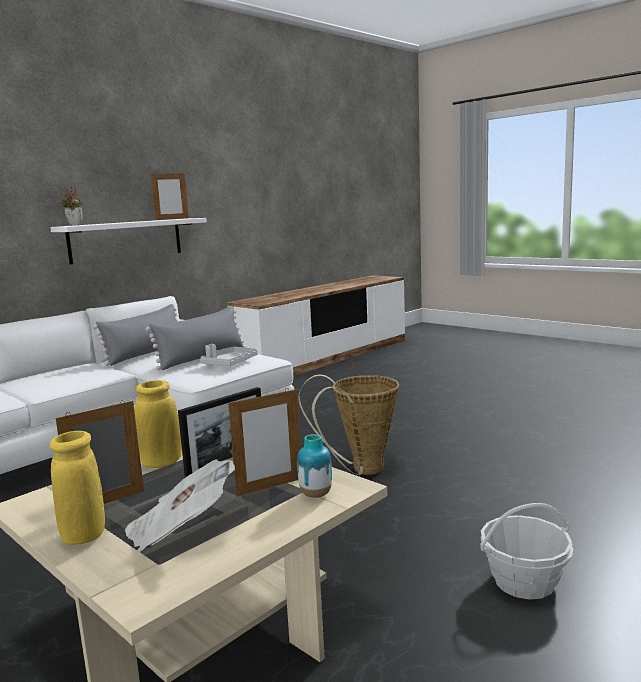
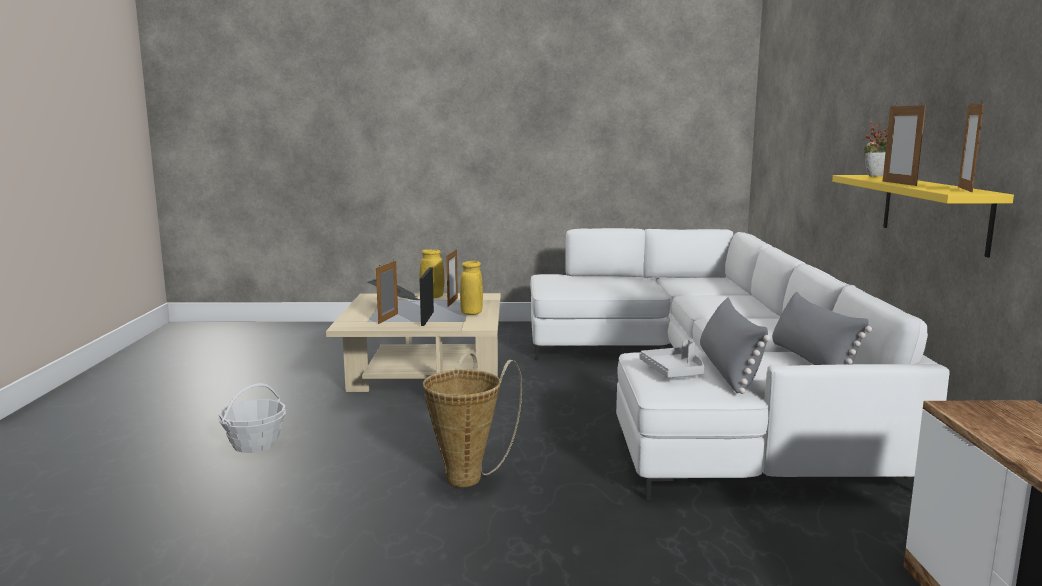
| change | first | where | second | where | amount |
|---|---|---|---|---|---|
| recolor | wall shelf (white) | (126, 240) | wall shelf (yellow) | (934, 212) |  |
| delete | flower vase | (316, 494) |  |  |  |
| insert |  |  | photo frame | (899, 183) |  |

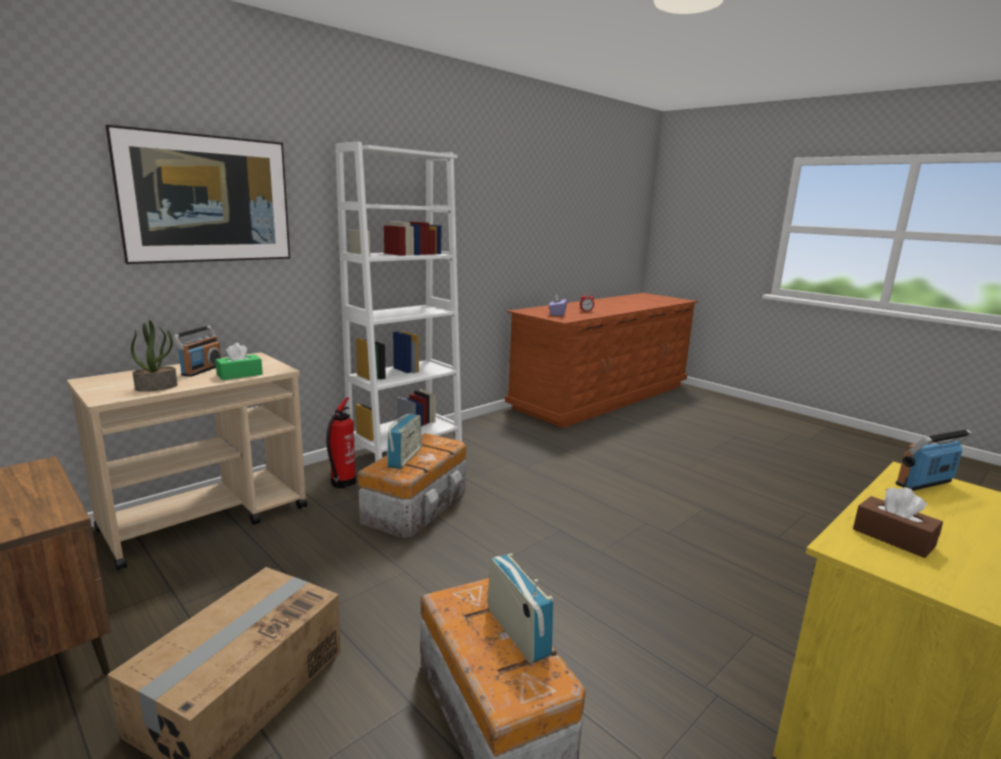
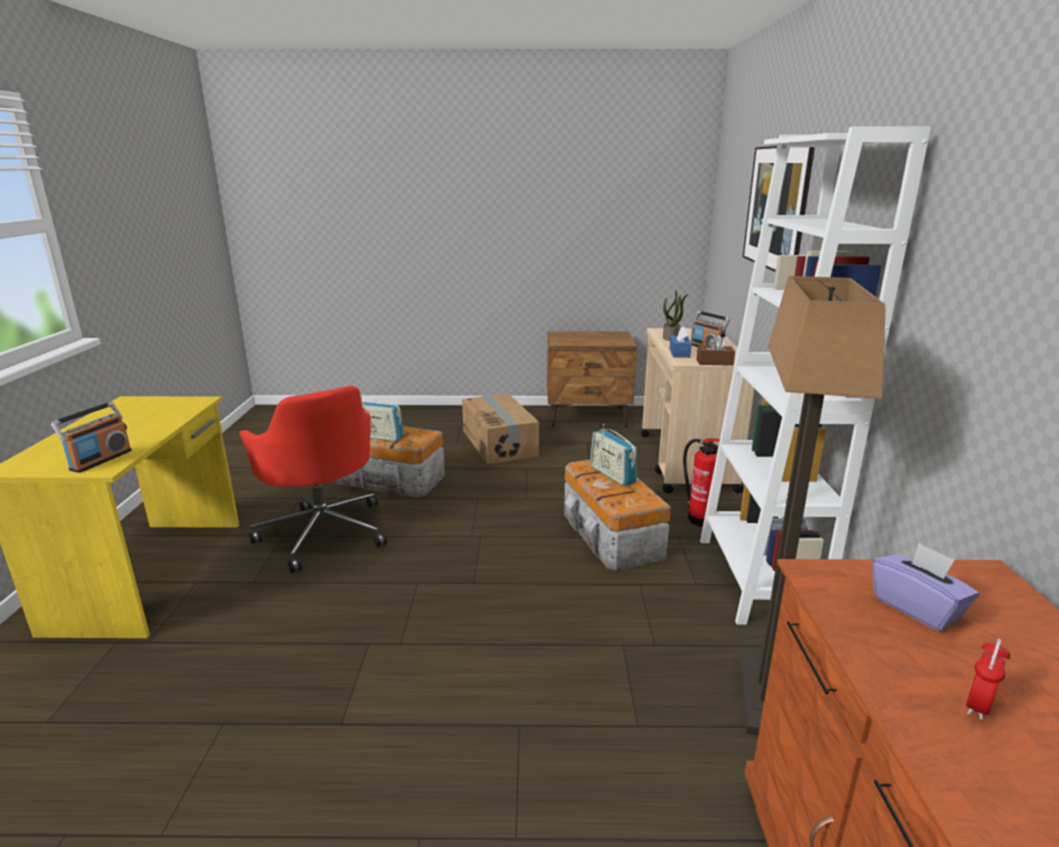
| change | first | where | second | where | amount |
|---|---|---|---|---|---|
| recolor | tissue box (greenish) | (240, 375) | tissue box (bluish) | (679, 353) |  |
| move | tissue box (brownish) | (893, 537) |  | (714, 362) |  |
| insert |  |  | standing lamp | (763, 698) |  |
| insert |  |  | desk chair (reddish) | (323, 532) |  |

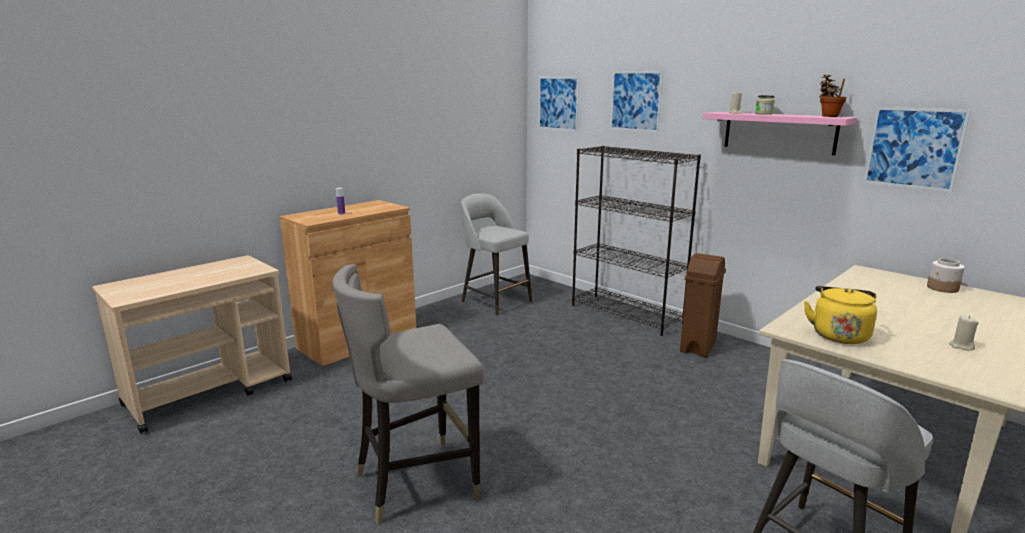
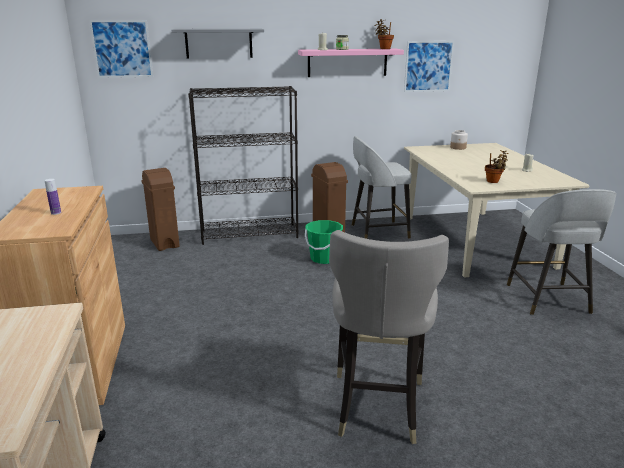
| change | first | where | second | where | amount |
|---|---|---|---|---|---|
| replace | wall art | (635, 101) | wall shelf (gray) | (219, 43) |  |
| move | stool seat (gray) | (495, 301) |  | (377, 231) |  |
| replace | tea kettle (yellow) | (838, 335) | houseplant | (493, 181) |  |
| insert |  |  | rubbish bin (brownish) | (165, 243) |  |
| insert |  |  | pail (greenish) | (323, 258) |  |

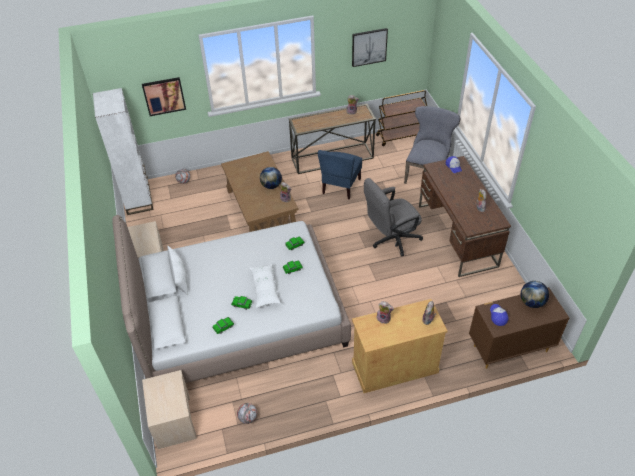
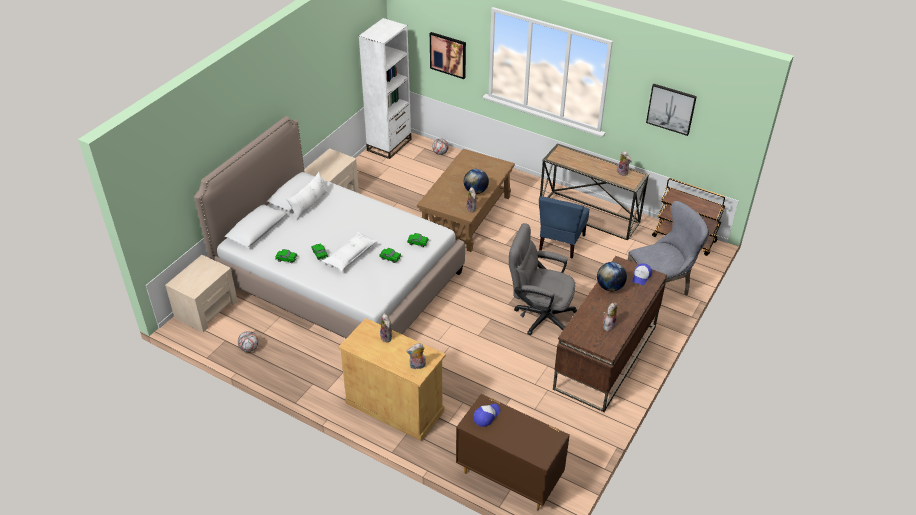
| change | first | where | second | where | amount |
|---|---|---|---|---|---|
| rotate | upright chair (bluish) | (340, 186) |  | (561, 242) | 45 degrees counterclockwise |
| move | world globe | (532, 302) |  | (610, 287) |  |

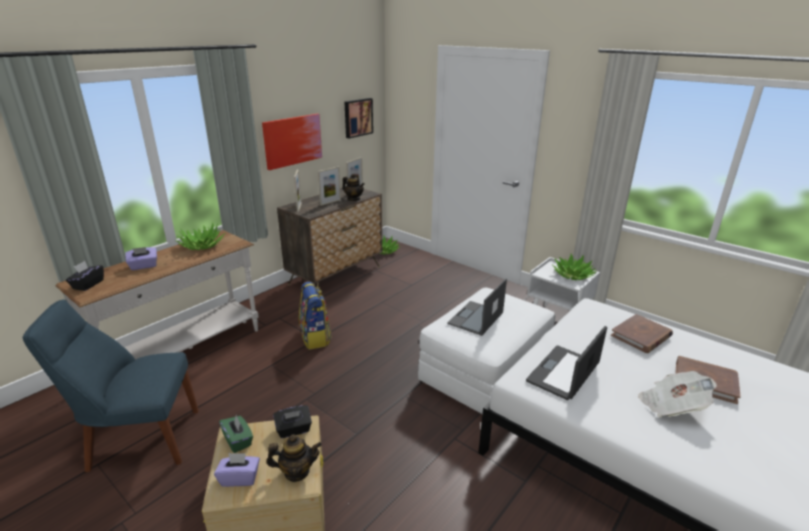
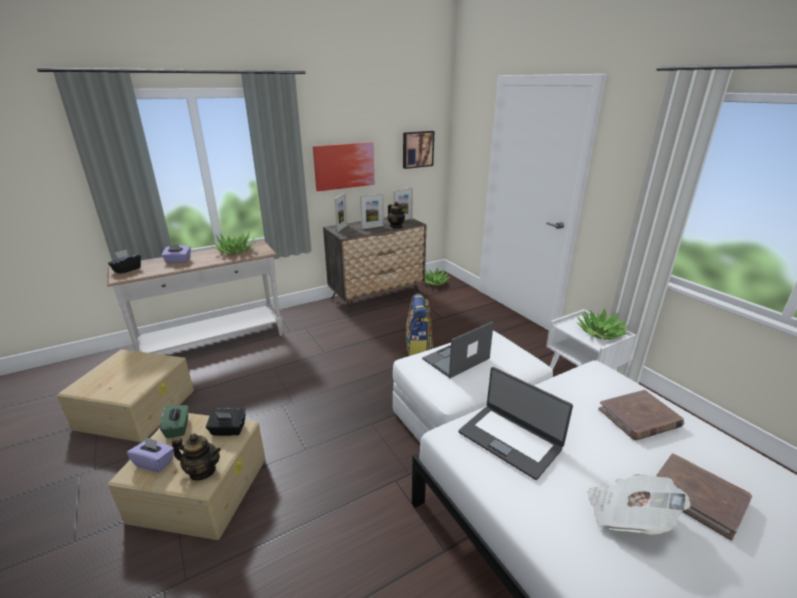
| change | first | where | second | where | amount |
|---|---|---|---|---|---|
| move | knapsack | (316, 338) |  | (418, 347) |  |
| replace | upright chair (bluish) | (139, 440) | storage container (beige) | (137, 408) |  |
| rotate | notebook computer | (564, 373) |  | (510, 439) | 105 degrees counterclockwise |

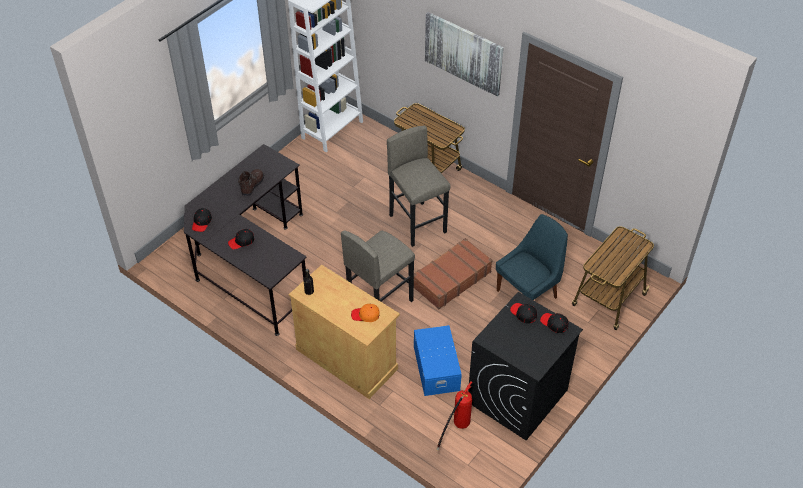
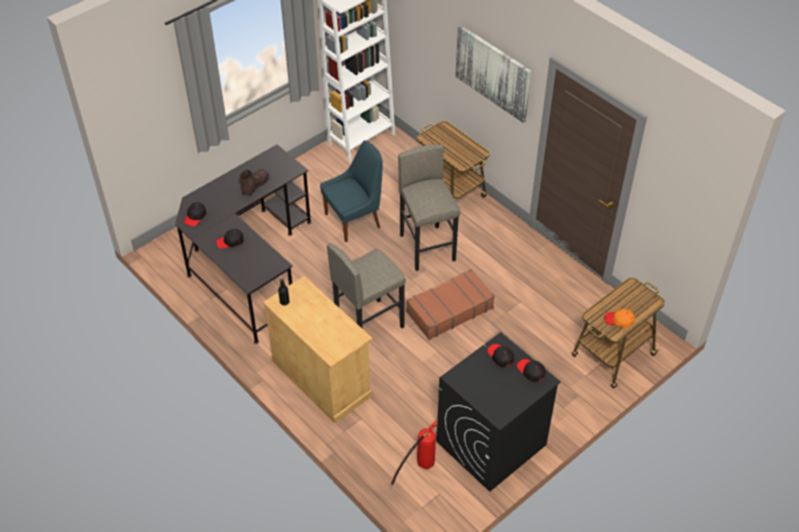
| change | first | where | second | where | amount |
|---|---|---|---|---|---|
| move | upright chair (bluish) | (528, 293) |  | (354, 220) |  |
| move | baseball cap (orange) | (365, 315) |  | (619, 320) |  |
| delete | storage container (bluish) | (437, 368) |  |  |  |

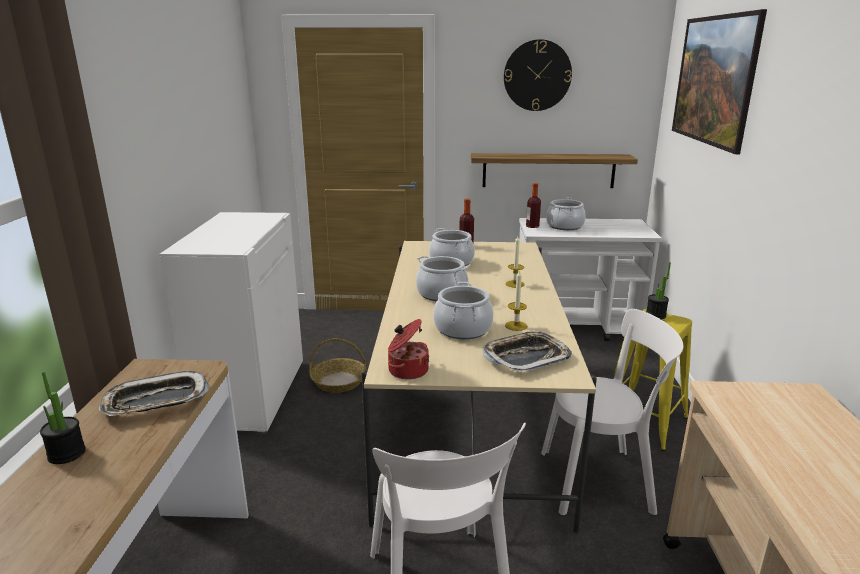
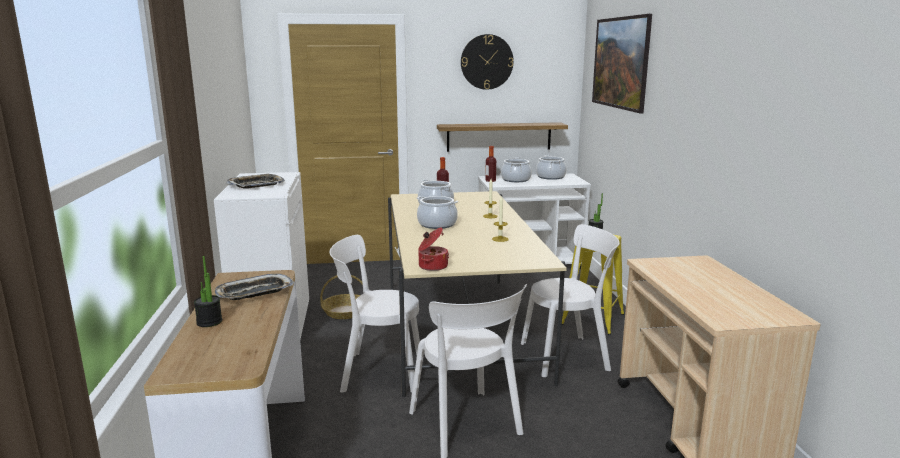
| change | first | where | second | where | amount |
|---|---|---|---|---|---|
| move | saucepot | (462, 329) |  | (550, 177) |  |
| move | serving tray | (526, 357) |  | (256, 185) |  |
| insert |  |  | upright chair (white) | (378, 372) |  |

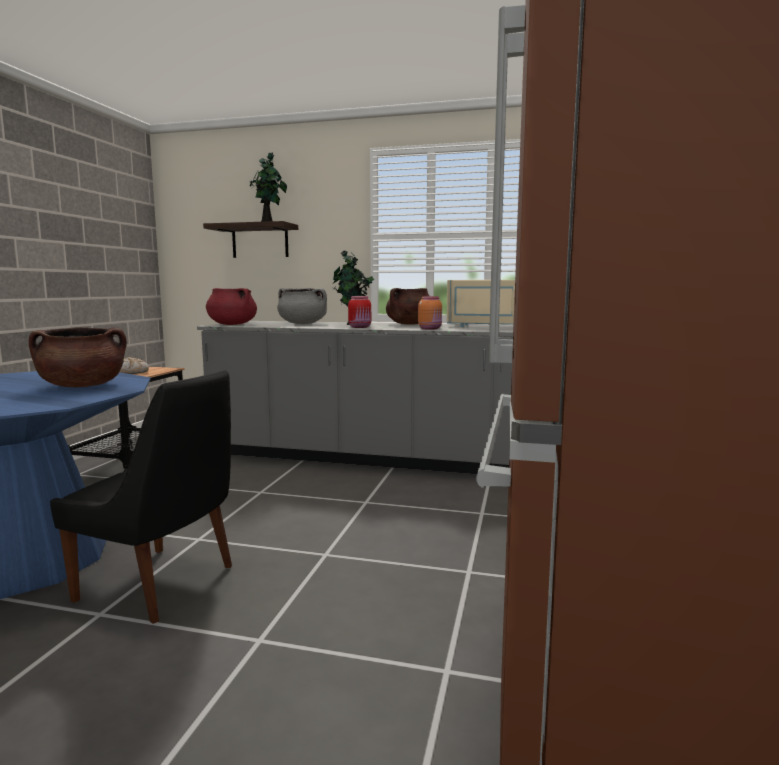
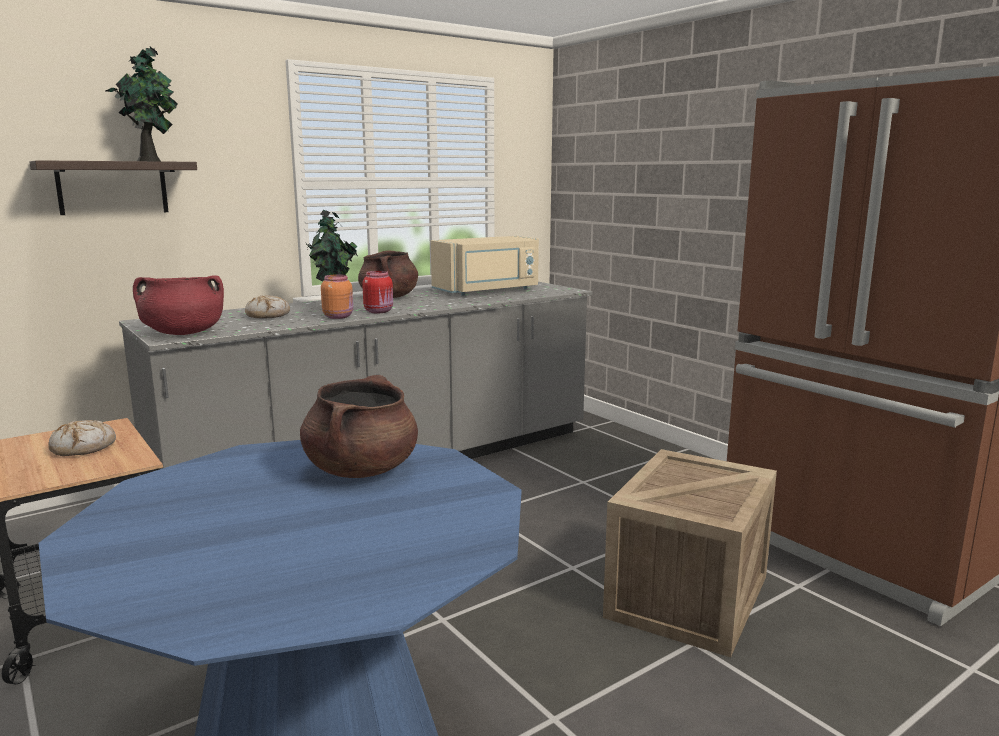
| change | first | where | second | where | amount |
|---|---|---|---|---|---|
| replace | saucepot (gray) | (303, 324) | bread | (268, 315) |  |
| move | jar (orange) | (430, 328) |  | (339, 316) |  |
| delete | upright chair (black-coloured) | (161, 584) |  |  |  |
| insert |  |  | crate | (689, 598) |  |

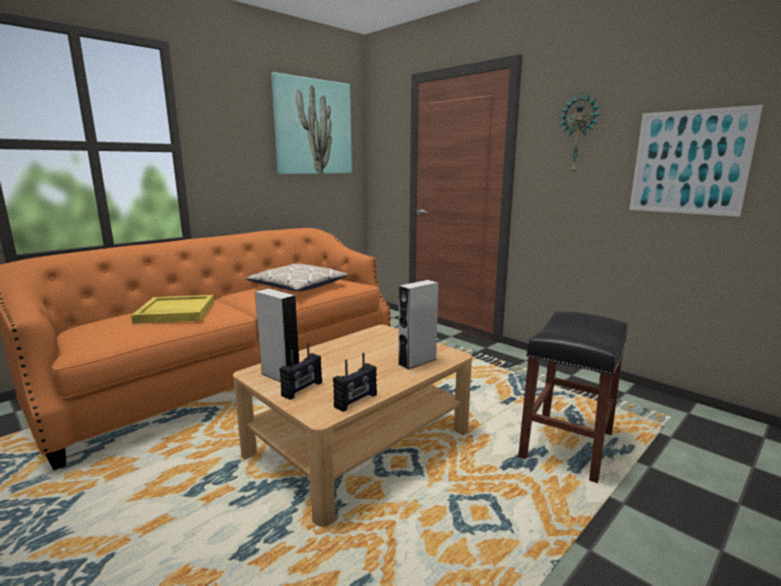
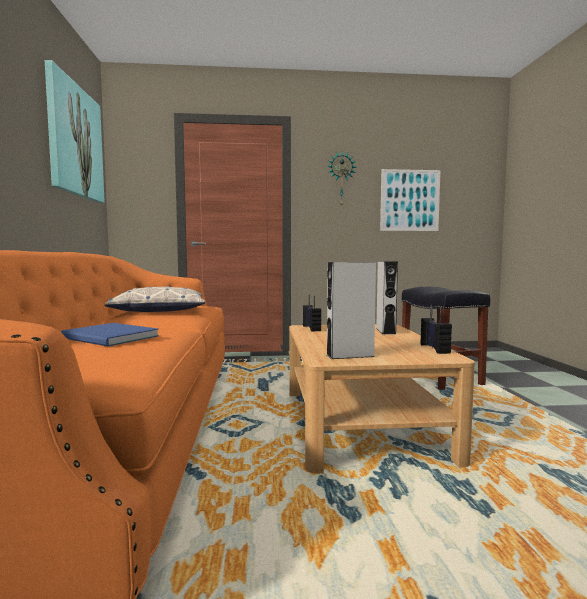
| change | first | where | second | where | amount |
|---|---|---|---|---|---|
| replace | serving tray (yellow) | (175, 312) | book (bluish) | (110, 337) |  |
| move | radio receiver | (302, 389) |  | (312, 328) |  |

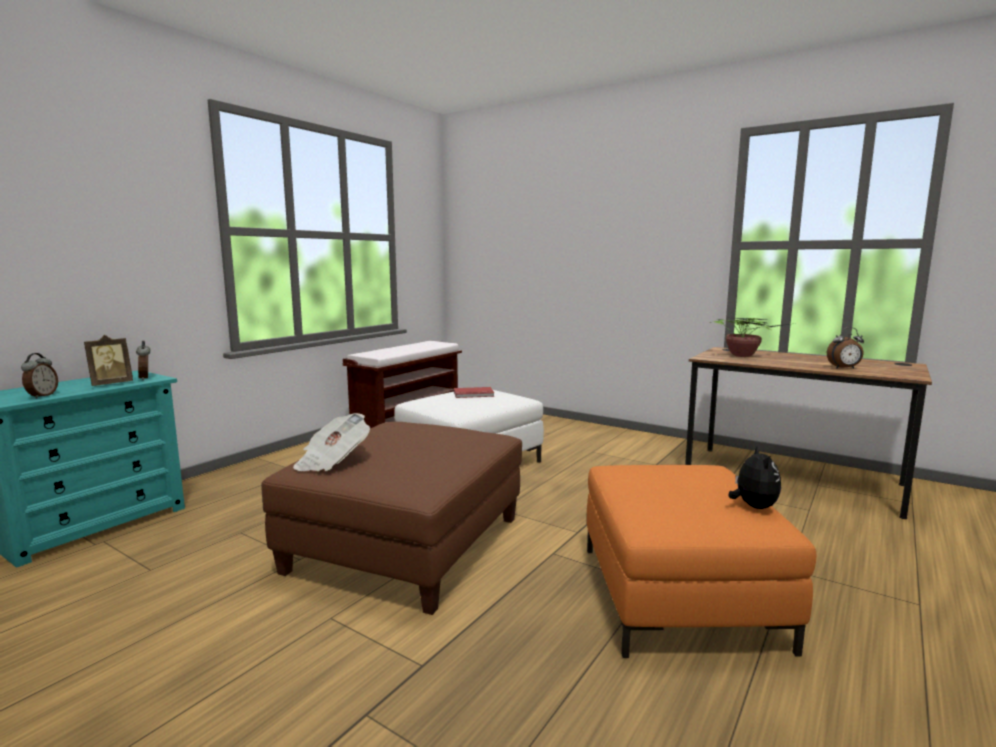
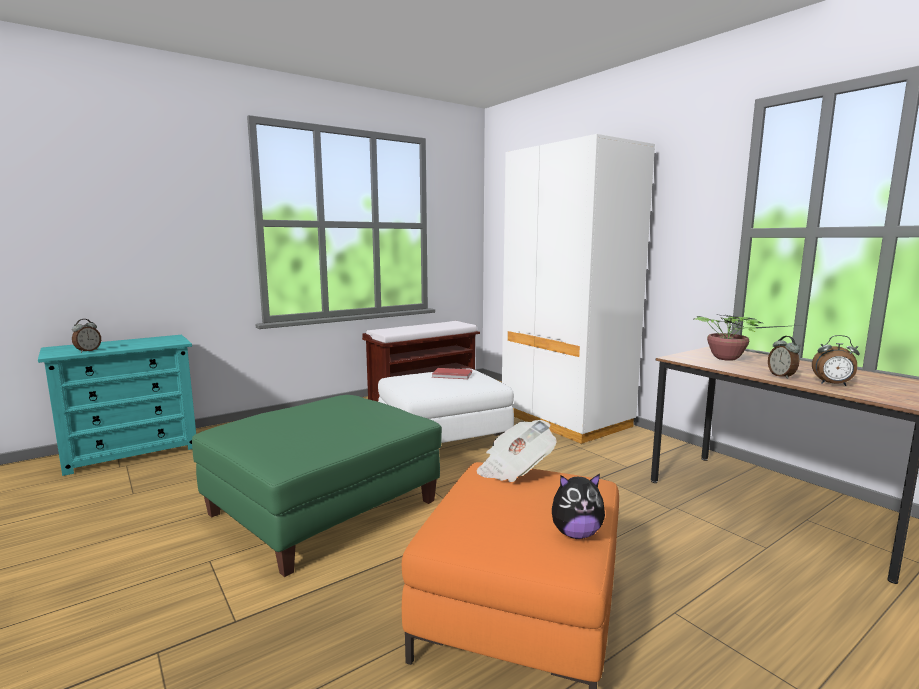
| change | first | where | second | where | amount |
|---|---|---|---|---|---|
| delete | photo frame | (111, 384) |  |  |  |
| move | table clock | (146, 378) |  | (782, 376) |  |
| move | printed paper | (332, 462) |  | (514, 469) |  |
| recolor | pouffe (brownish) | (406, 543) | pouffe (greenish) | (324, 507) |  |
| rotate | cuddly toy | (753, 506) |  | (575, 534) | 60 degrees clockwise |
| insert |  |  | armoire (white) | (565, 420) |  |

